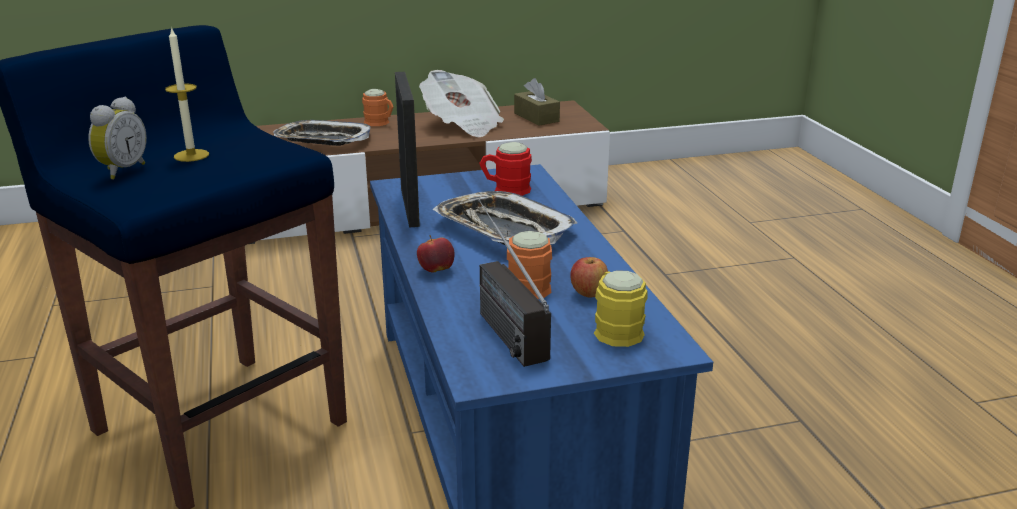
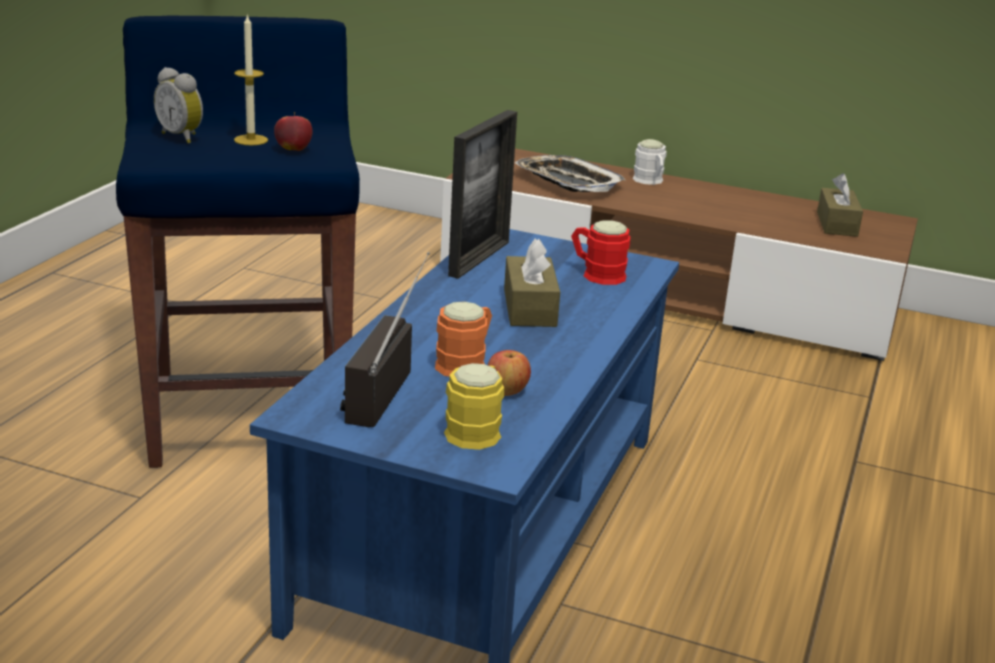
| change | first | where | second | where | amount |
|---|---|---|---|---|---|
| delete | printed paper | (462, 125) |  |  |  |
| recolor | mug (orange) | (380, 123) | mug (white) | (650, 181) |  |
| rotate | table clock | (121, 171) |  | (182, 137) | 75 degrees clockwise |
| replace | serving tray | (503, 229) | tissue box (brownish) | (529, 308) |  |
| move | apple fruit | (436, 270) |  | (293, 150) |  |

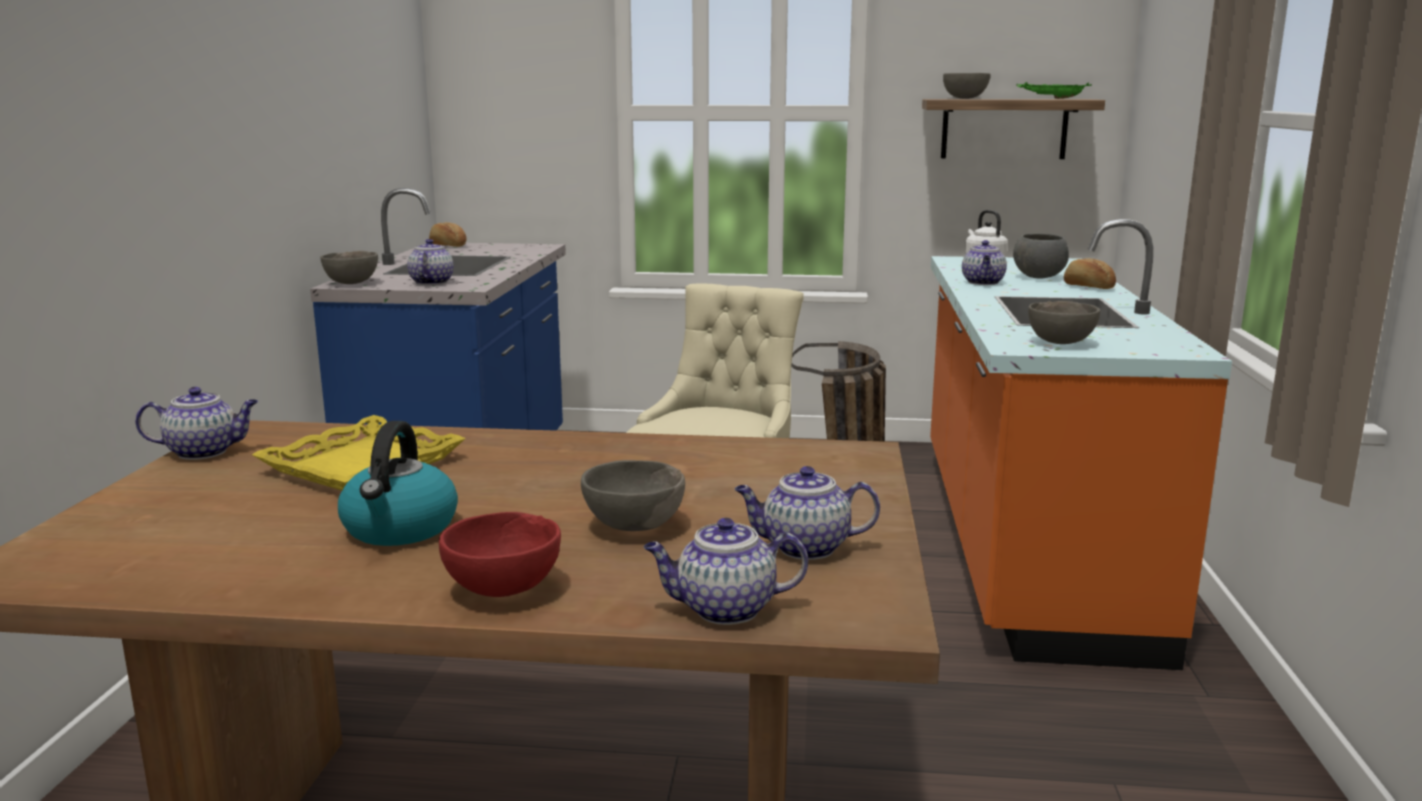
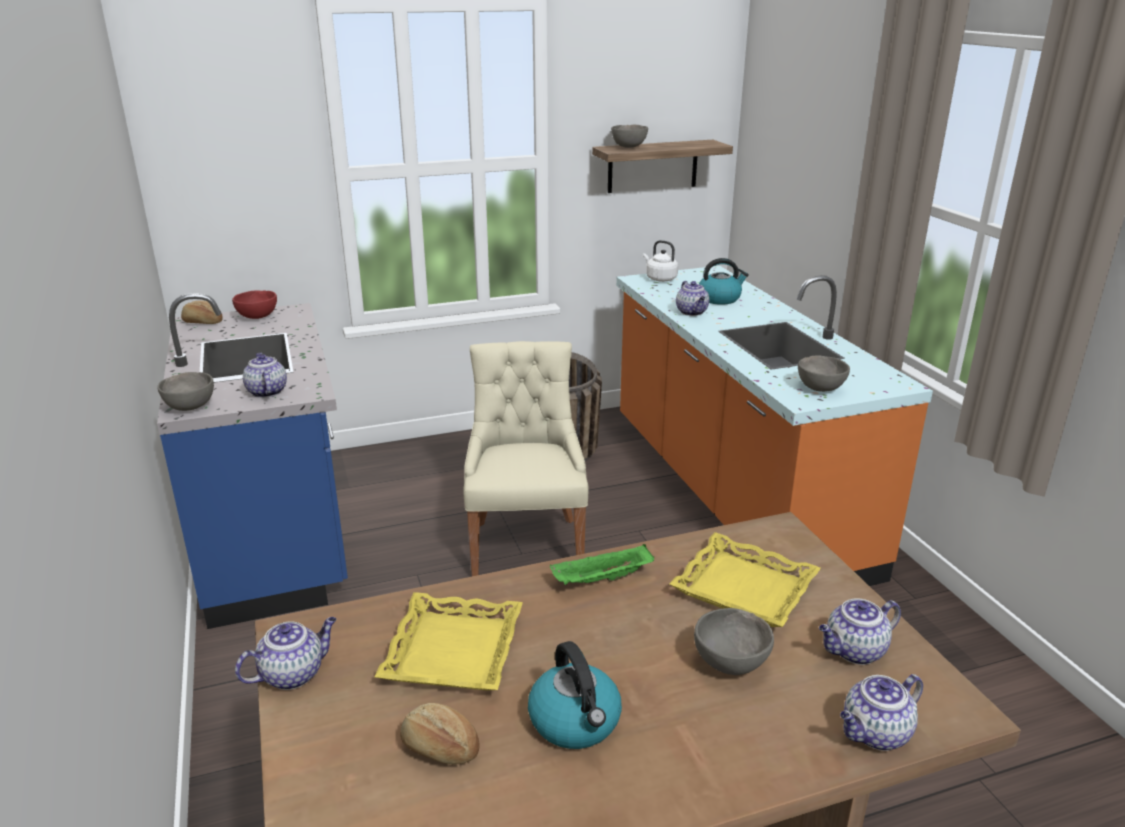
| change | first | where | second | where | amount |
|---|---|---|---|---|---|
| move | serving tray (greenish) | (1052, 98) |  | (601, 580) |  |
| replace | serving bowl (gray) | (1038, 277) | tea kettle | (719, 298) |  |
| move | bread | (1088, 287) |  | (439, 749) |  |
| move | serving bowl (reddish) | (505, 590) |  | (258, 317) |  |
| insert |  |  | serving tray (yellow) | (743, 589) |  |

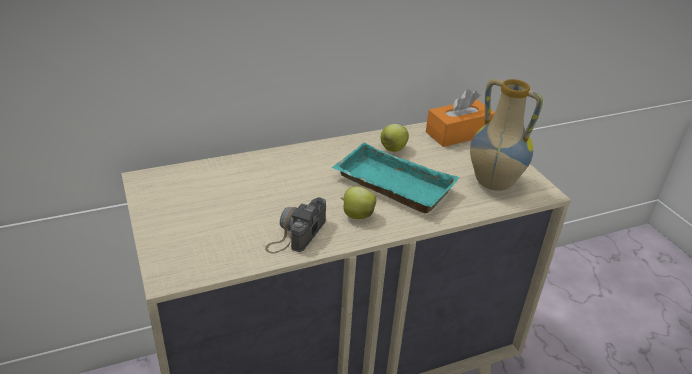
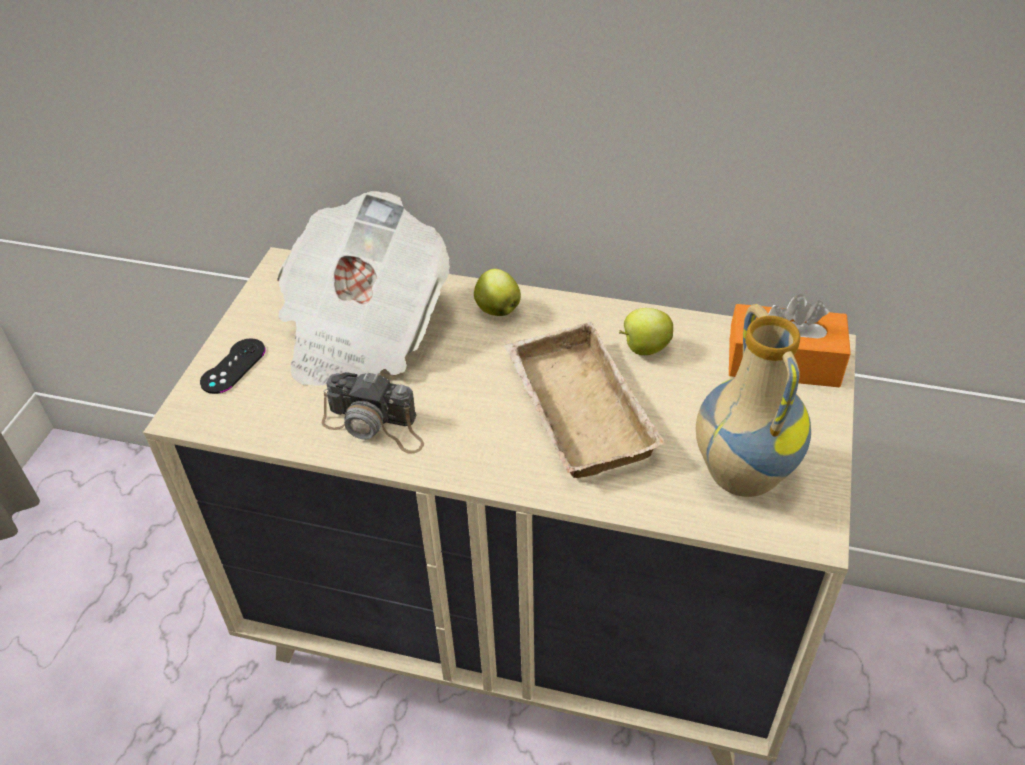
| change | first | where | second | where | amount |
|---|---|---|---|---|---|
| recolor | serving tray (turquoise) | (390, 186) | serving tray (beige) | (573, 408) |  |
| move | apple fruit | (357, 215) |  | (497, 309) |  |
| rotate | photo camera | (296, 234) |  | (375, 425) | 135 degrees counterclockwise |
| insert |  |  | printed paper | (362, 329) |  |
| insert |  |  | gamepad (black-coloured) | (233, 366) |  |

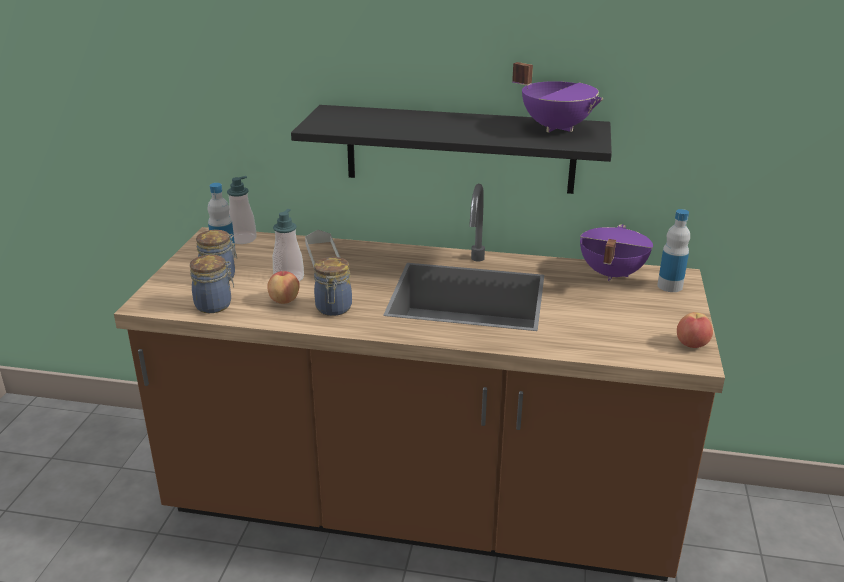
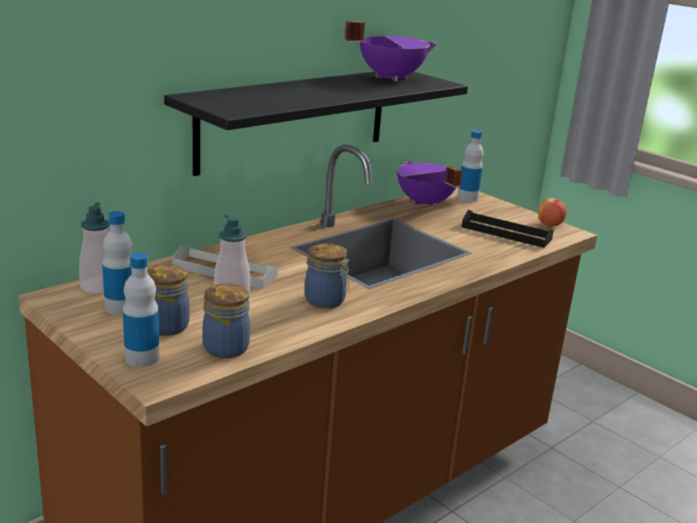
| change | first | where | second | where | amount |
|---|---|---|---|---|---|
| delete | apple fruit | (284, 300) |  |  |  |
| insert |  |  | serving tray (black-coloured) | (506, 233) |  |
| insert |  |  | beverage bottle | (142, 358) |  |

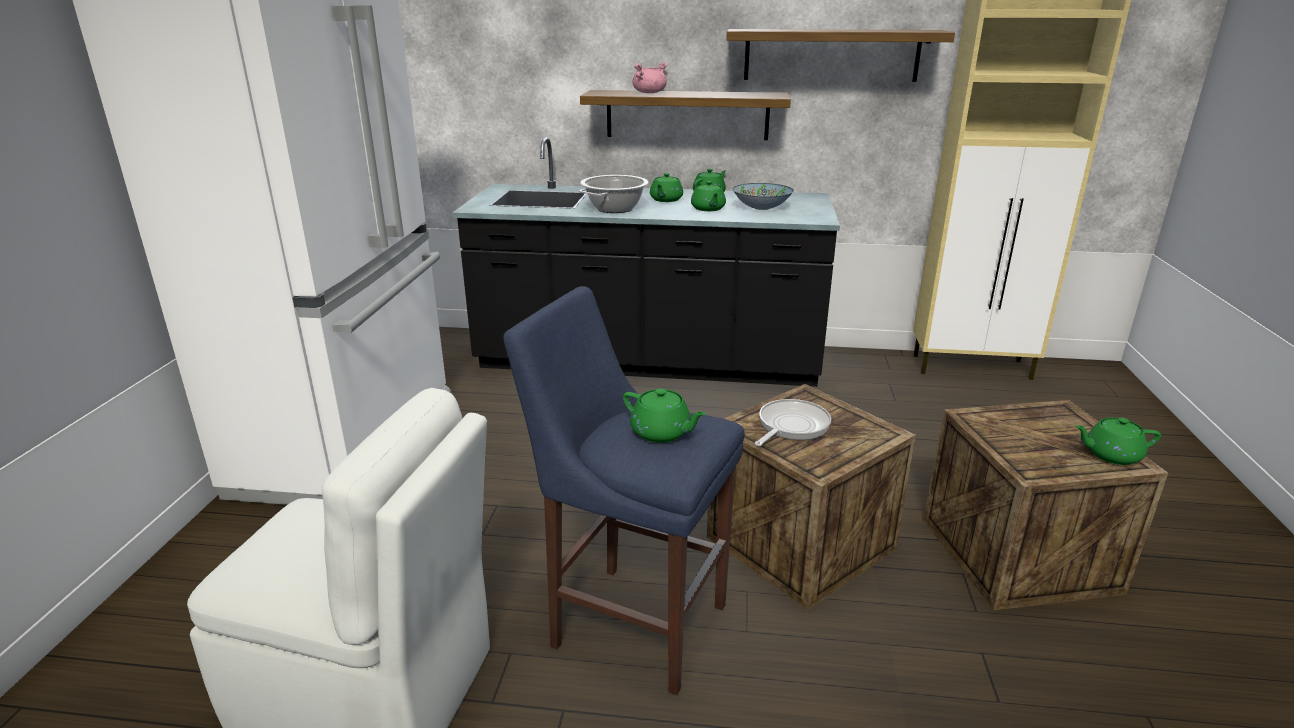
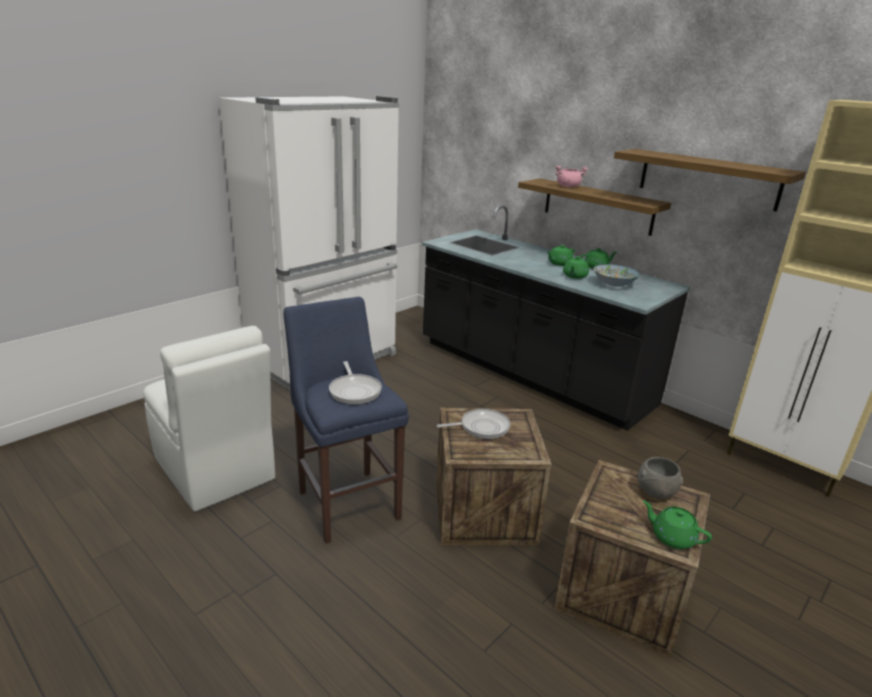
| change | first | where | second | where | amount |
|---|---|---|---|---|---|
| delete | saucepot | (614, 209) |  |  |  |
| replace | teapot (greenish) | (662, 433) | skillet | (355, 390) |  |
| insert |  |  | serving bowl (gray) | (656, 493) |  |

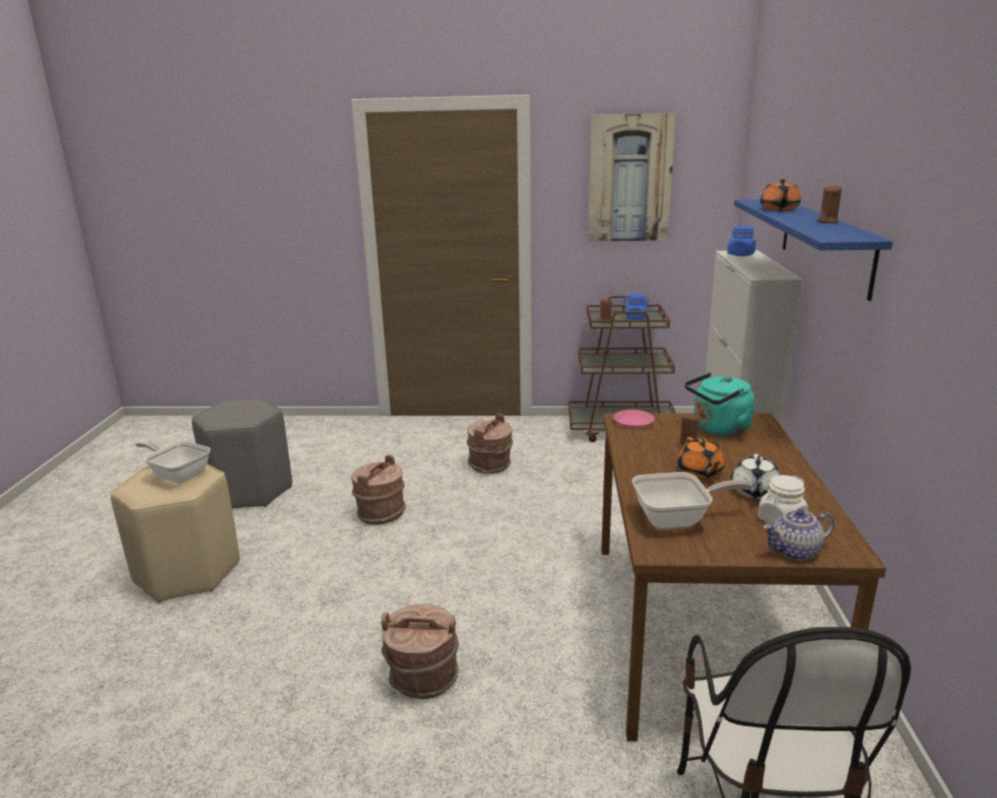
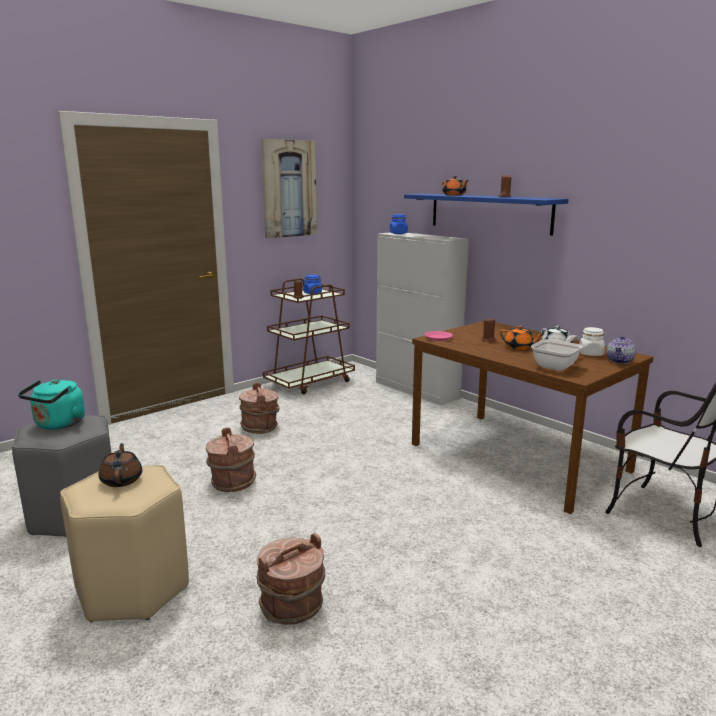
| change | first | where | second | where | amount |
|---|---|---|---|---|---|
| move | tea kettle (turquoise) | (718, 429) |  | (58, 425) |  |
| replace | skillet | (178, 475) | teapot (brownish) | (122, 480) |  |
| move | pail (brownish) | (423, 678) |  | (292, 606) |  |

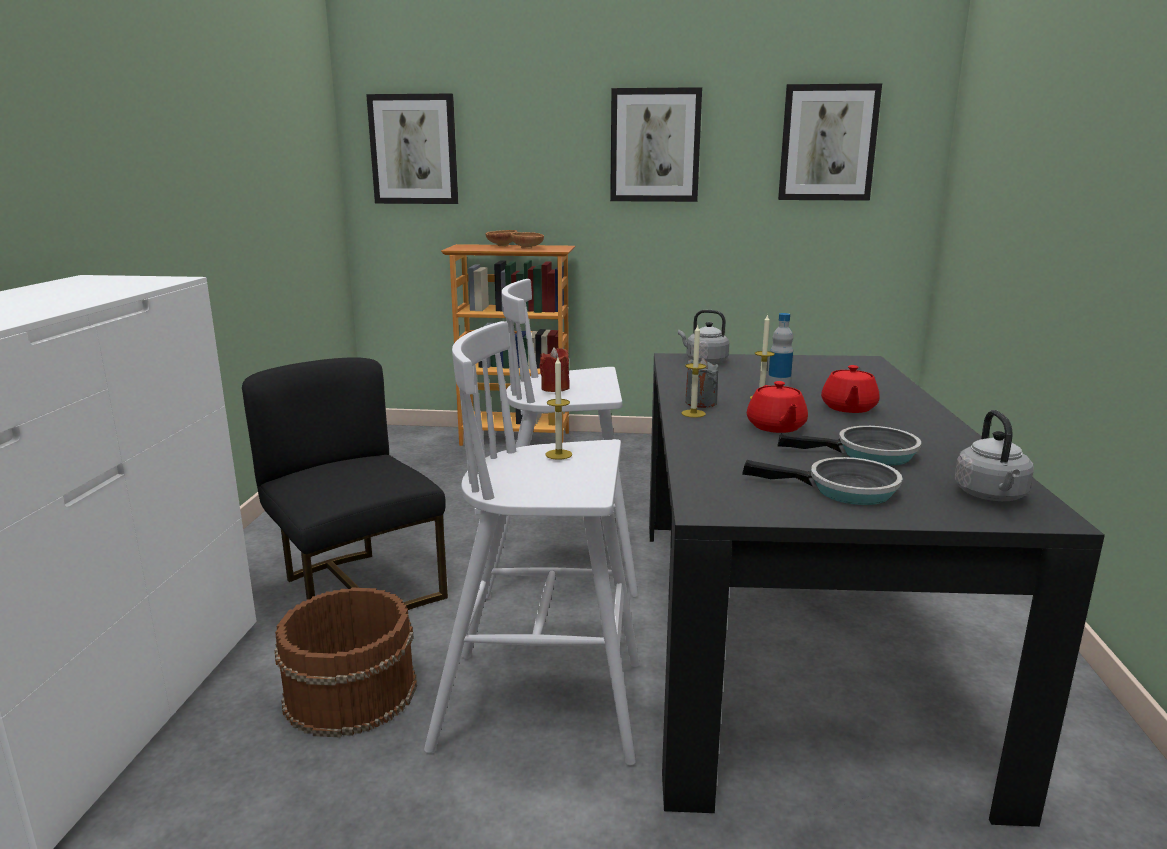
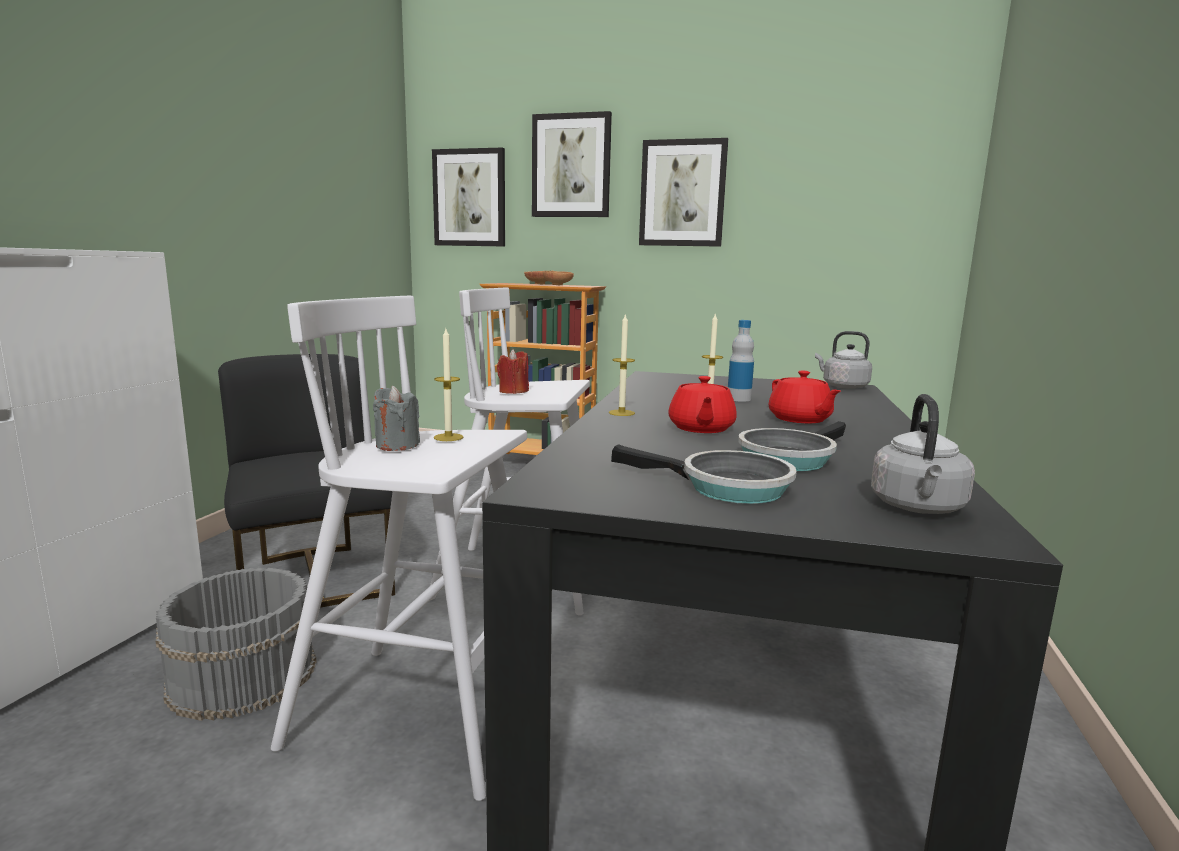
| change | first | where | second | where | amount |
|---|---|---|---|---|---|
| move | wall art | (828, 143) |  | (571, 166) |  |
| move | tea kettle (gray) | (704, 361) |  | (842, 386) |  |
| move | wax candle (gray) | (700, 403) |  | (397, 445) |  |
| rotate | teapot (reddish) | (848, 408) |  | (800, 419) | 45 degrees counterclockwise |
| rotate | skillet | (869, 454) |  | (789, 458) | 120 degrees clockwise |
| recolor | pail (brownish) | (349, 692) | pail (gray) | (242, 675) |  |

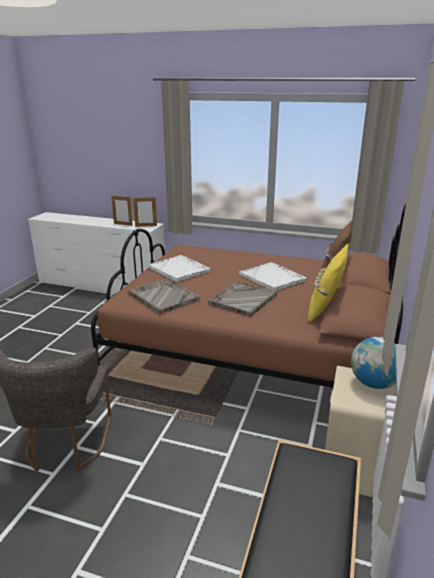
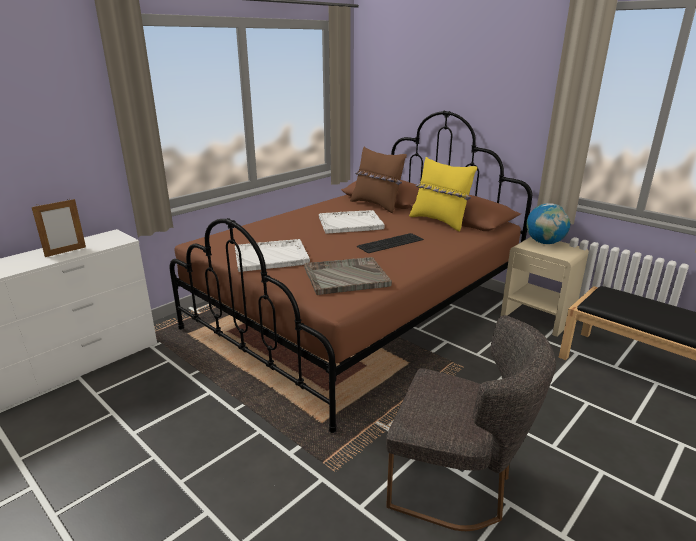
| change | first | where | second | where | amount |
|---|---|---|---|---|---|
| delete | photo frame | (146, 226) |  |  |  |
| replace | serving tray (gray) | (243, 299) | PC keyboard | (390, 243) |  |

